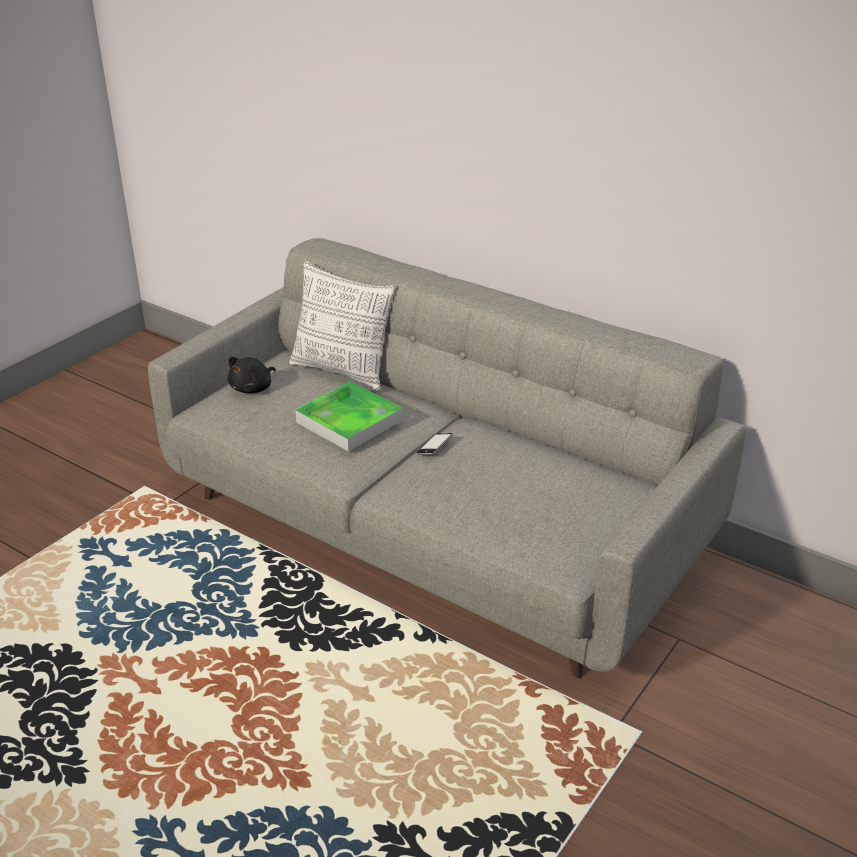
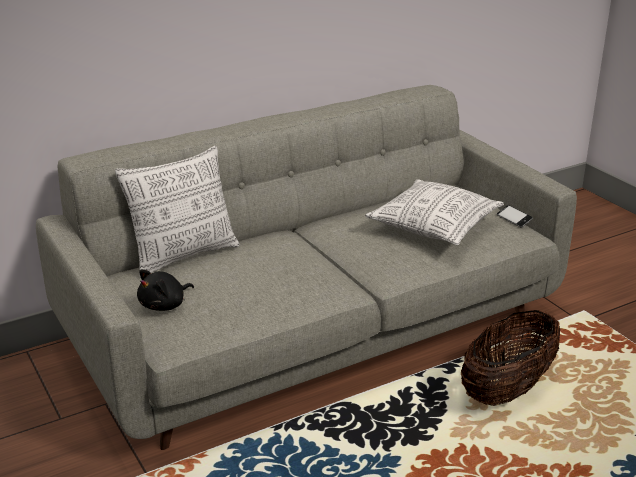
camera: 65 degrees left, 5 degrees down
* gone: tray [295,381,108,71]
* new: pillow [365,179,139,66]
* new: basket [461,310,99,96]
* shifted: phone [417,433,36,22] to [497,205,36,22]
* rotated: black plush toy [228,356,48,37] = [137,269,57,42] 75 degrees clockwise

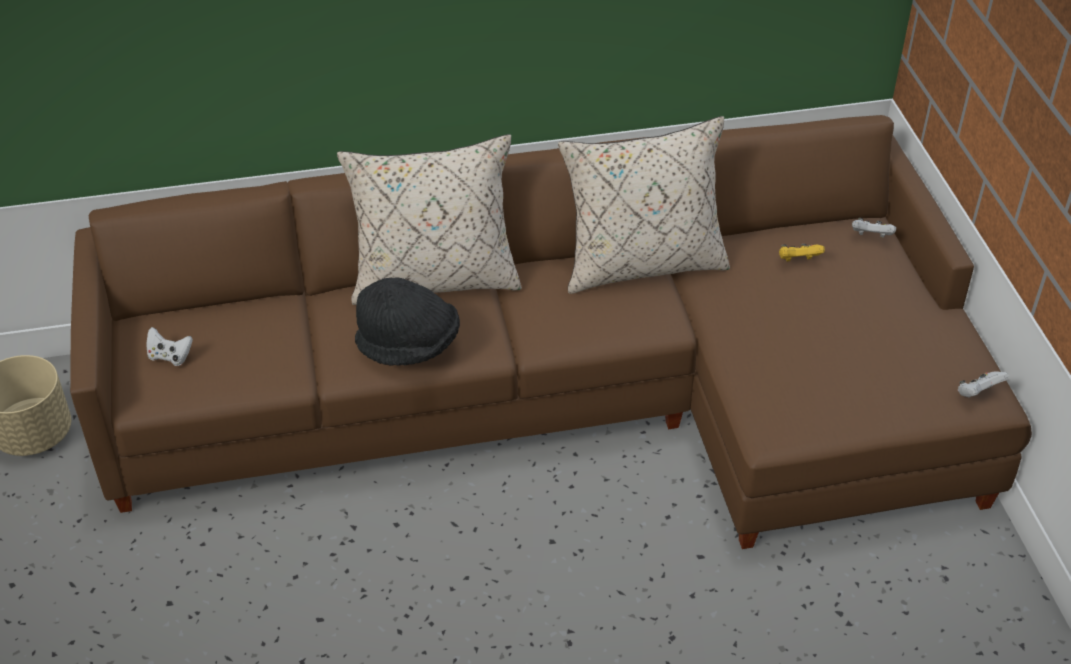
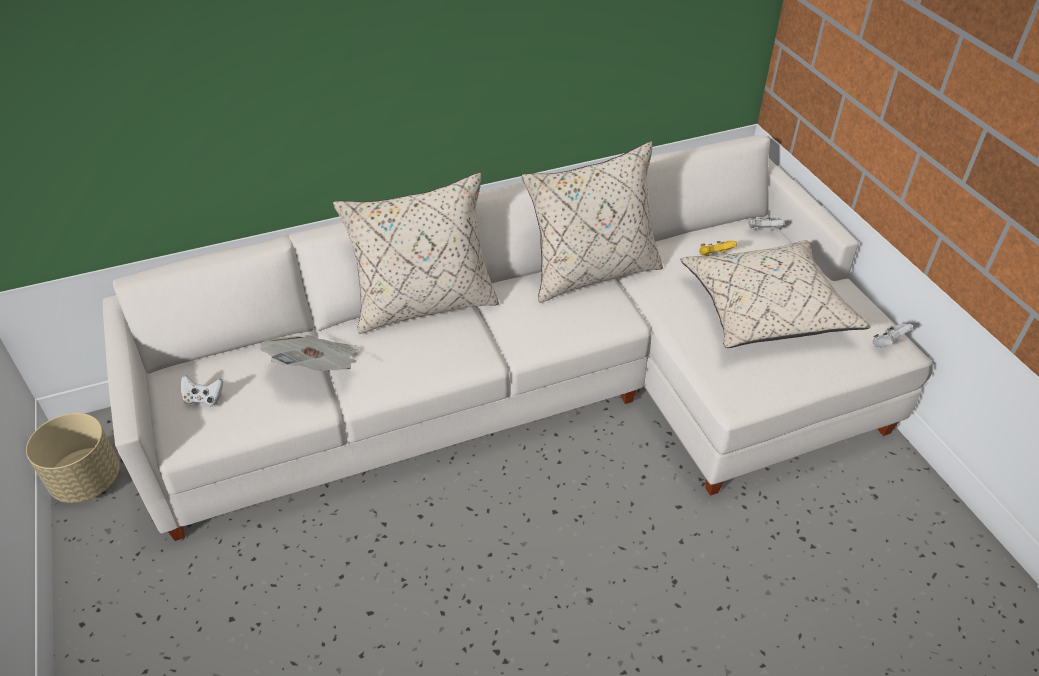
camera: 10 degrees left, 0 degrees up
* gone: black hat [355,277,105,89]
* new: newspaper [260,335,100,36]
* new: beige pillow [680,240,191,108]
* repainted: brown sofa [70,115,962,434] to white sofa [103,135,830,406]

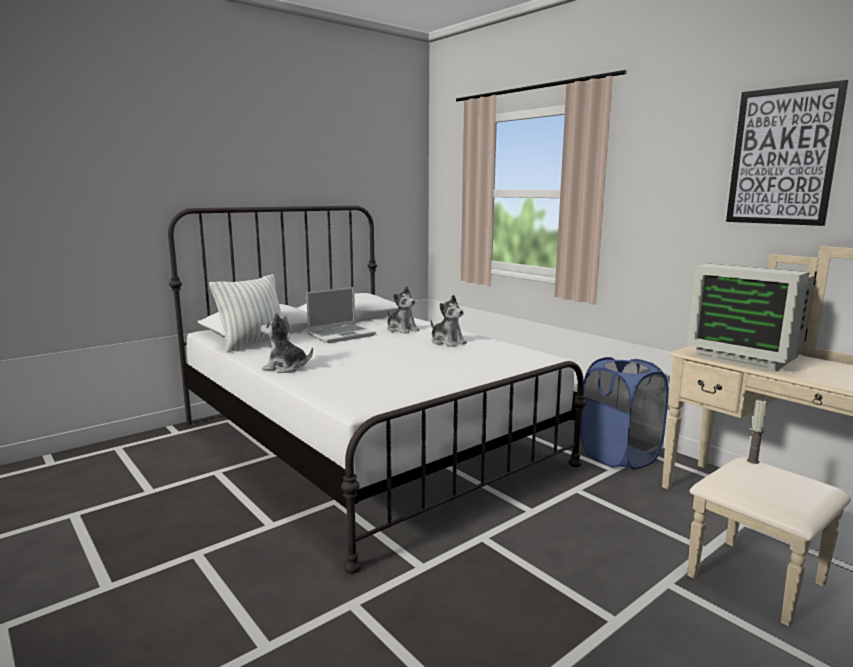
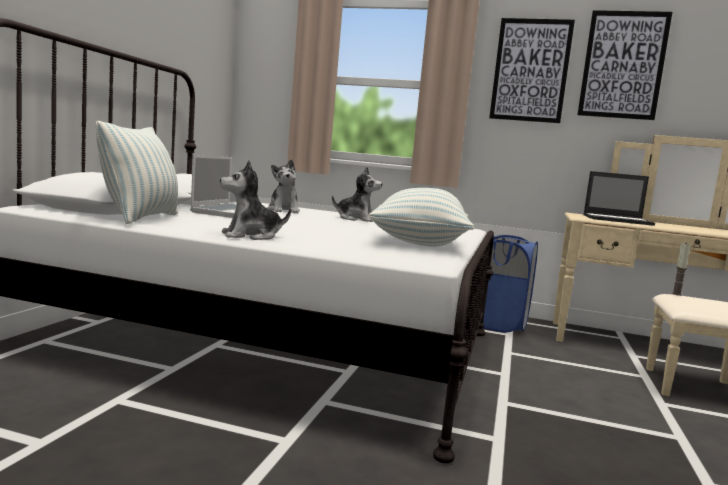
camera: 35 degrees left, 5 degrees down
* new: pillow [369,188,105,59]
* new: picture [489,18,86,105]
* swapped: monitor [687,264,128,108] to laptop [584,171,71,55]
* rotated: plush toy [387,286,32,48] = [268,159,32,54] 60 degrees clockwise

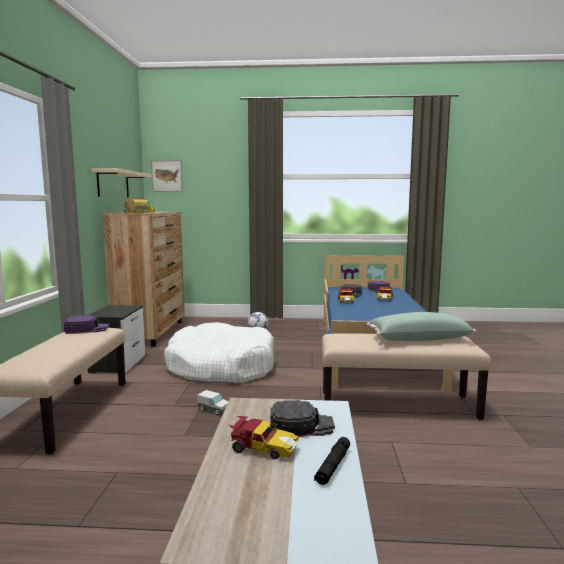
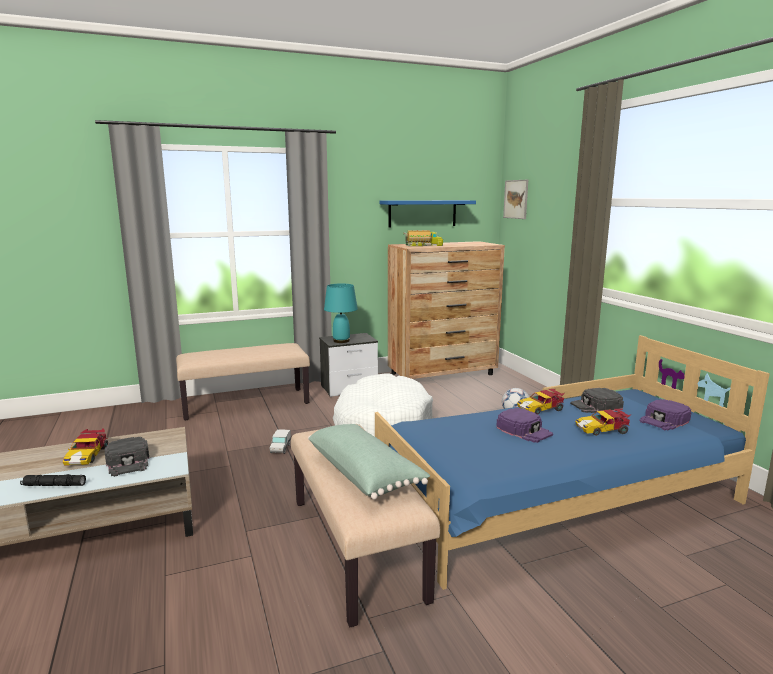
camera: 65 degrees right, 5 degrees up
* new: turquoise table lamp [324,284,34,59]
* shifted: purple cap [64,315,45,19] to [496,408,57,35]
* repainted: beige shelf [92,168,59,30] to blue shelf [379,200,97,28]

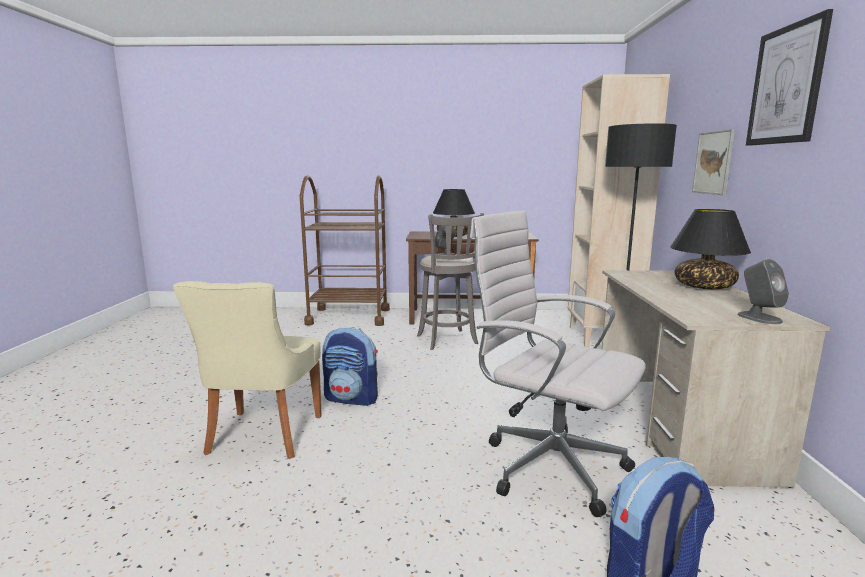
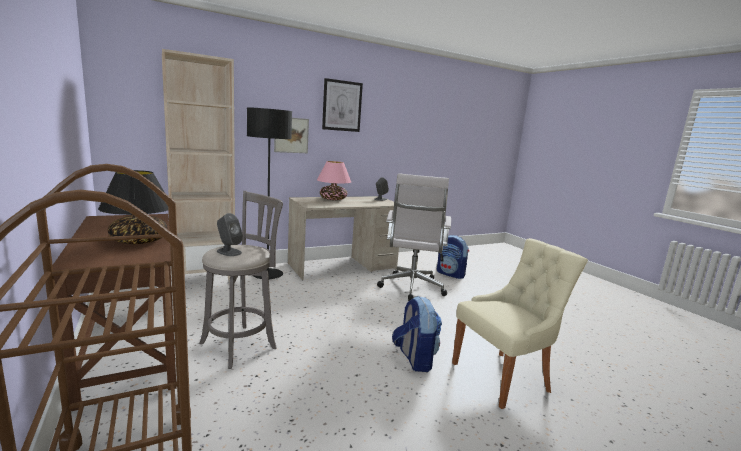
camera: 120 degrees left, 0 degrees up
* repainted: black table lamp [670,209,81,80] to pink table lamp [317,161,34,39]

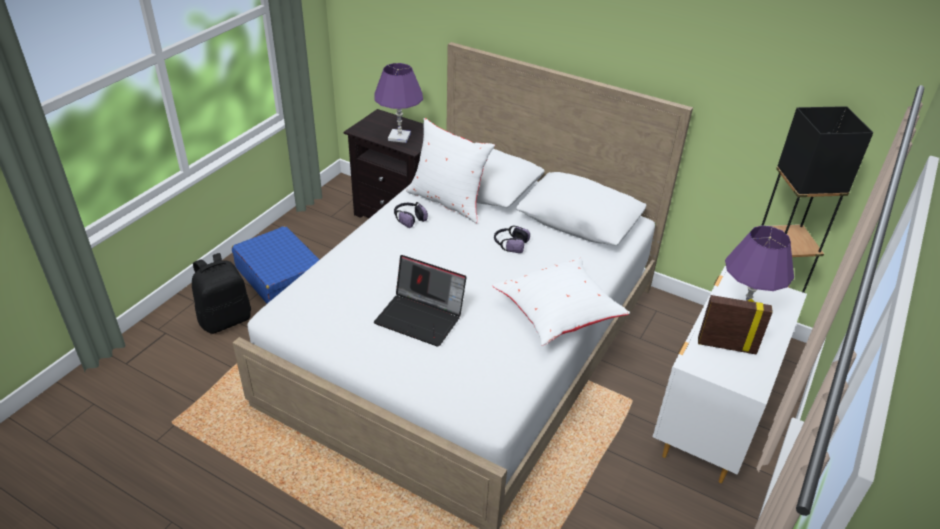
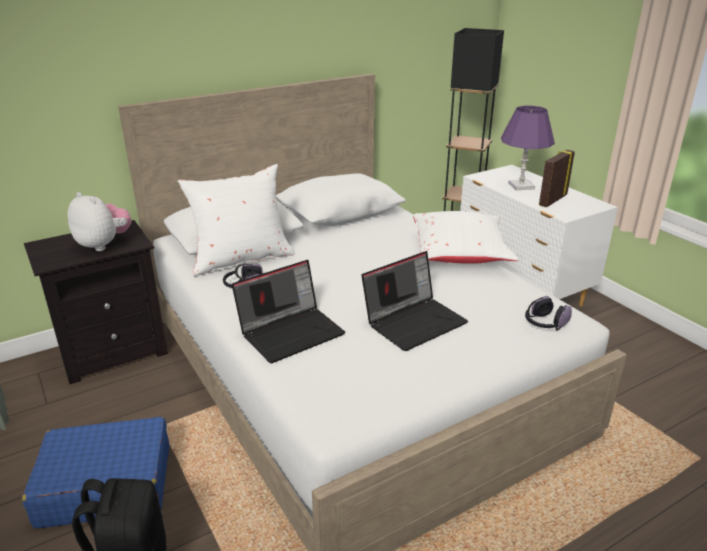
camera: 60 degrees left, 10 degrees down
* new: laptop [232,260,113,103]
* shifted: headphones [494,225,36,28] to [525,296,47,35]
* swapped: purple table lamp [374,63,49,80] to plush toy [67,192,64,59]

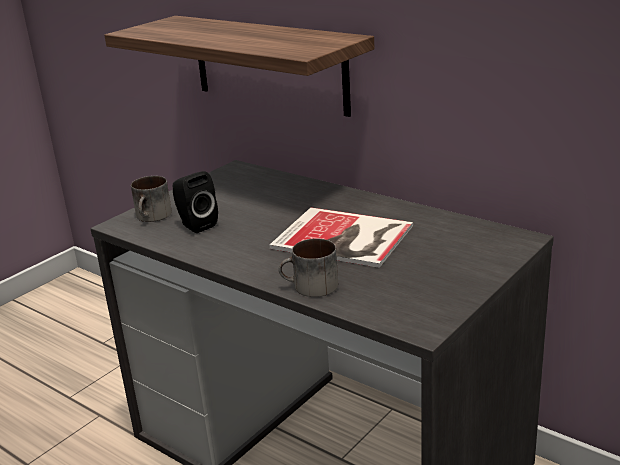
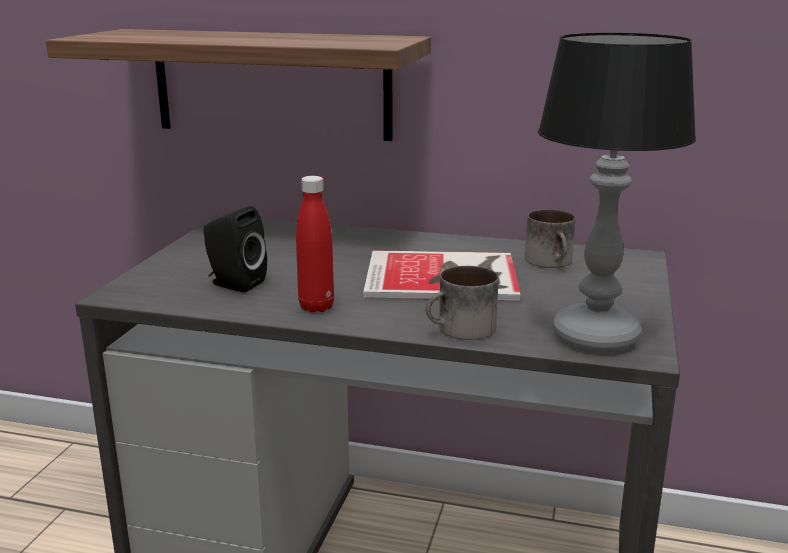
camera: 25 degrees left, 5 degrees down
* new: red bottle [296,176,38,137]
* new: table lamp [538,33,158,319]
* shifted: mug [131,176,41,46] to [525,209,51,59]

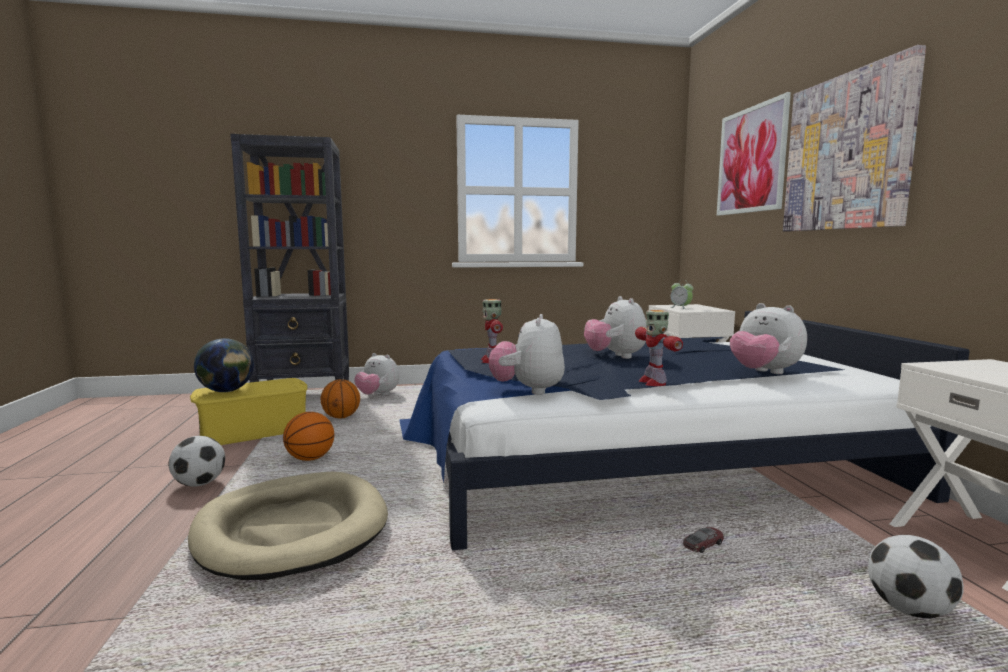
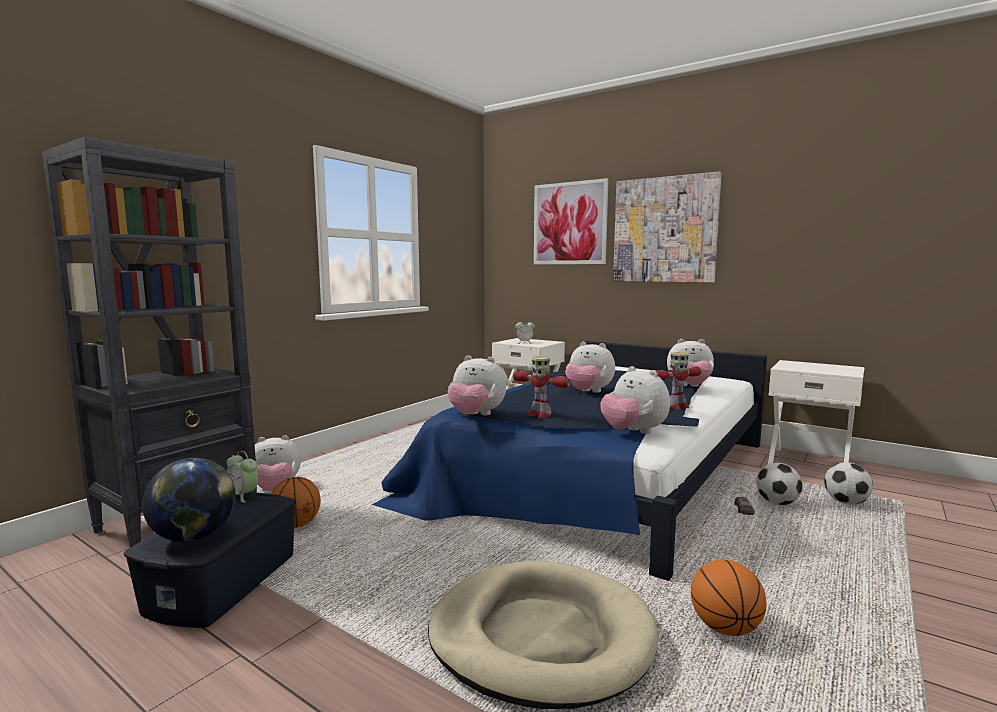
camera: 45 degrees left, 0 degrees up
* new: alarm clock [226,451,32,52]
* new: plush toy [447,355,59,60]
* shifted: football [169,436,56,51] to [756,463,47,42]
* shifted: basketball [283,412,51,49] to [691,560,76,76]
* repainted: yellow storage box [190,378,117,67] to blue storage box [124,492,172,136]
* rotated: toy robot [635,310,48,76] = [656,352,46,58] 60 degrees counterclockwise

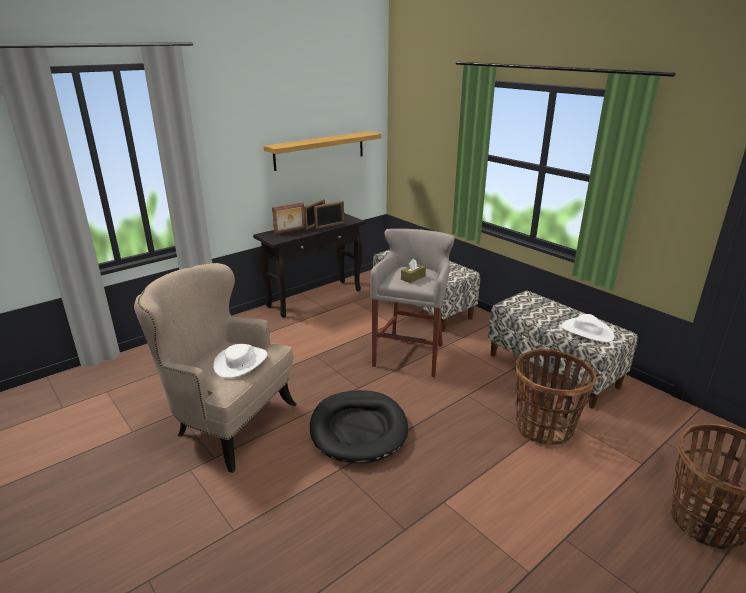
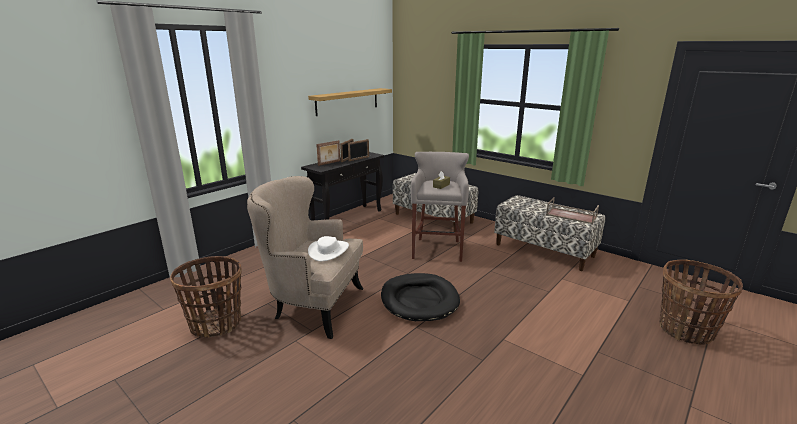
camera: 10 degrees left, 5 degrees down
* shifted: basket [515,349,81,96] to [170,256,72,81]
* swapped: white hat [561,314,53,28] to brown tray [546,197,53,27]

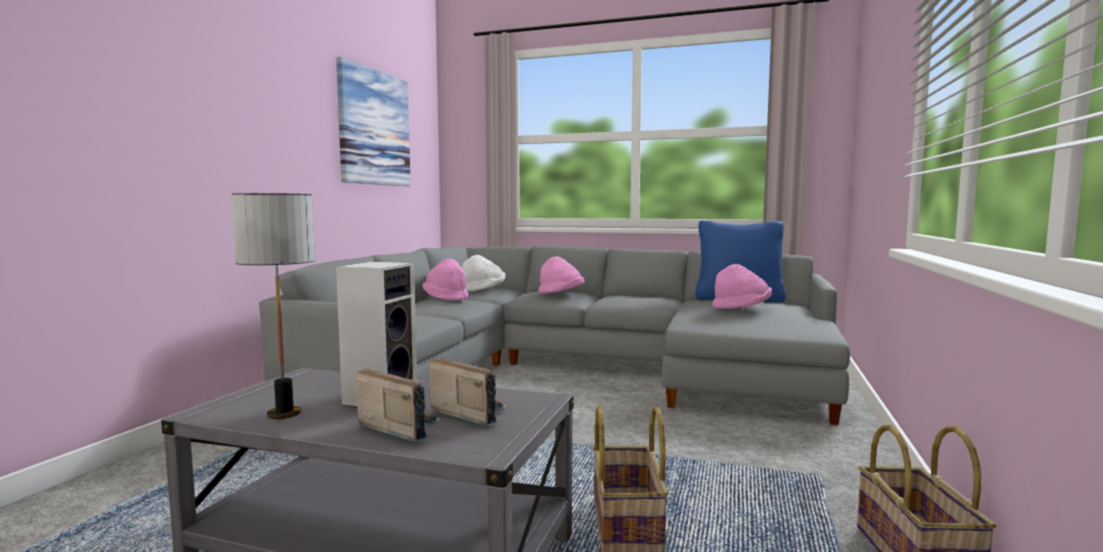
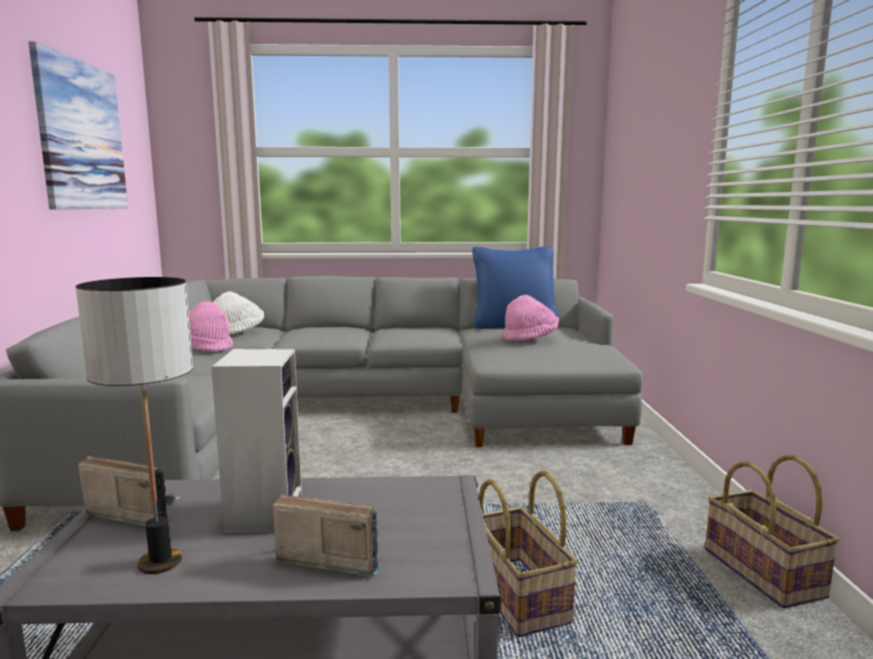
camera: 20 degrees left, 5 degrees up
* gone: pink hat [538,256,46,38]
* shifted: radio [429,357,80,69] to [78,456,103,70]

